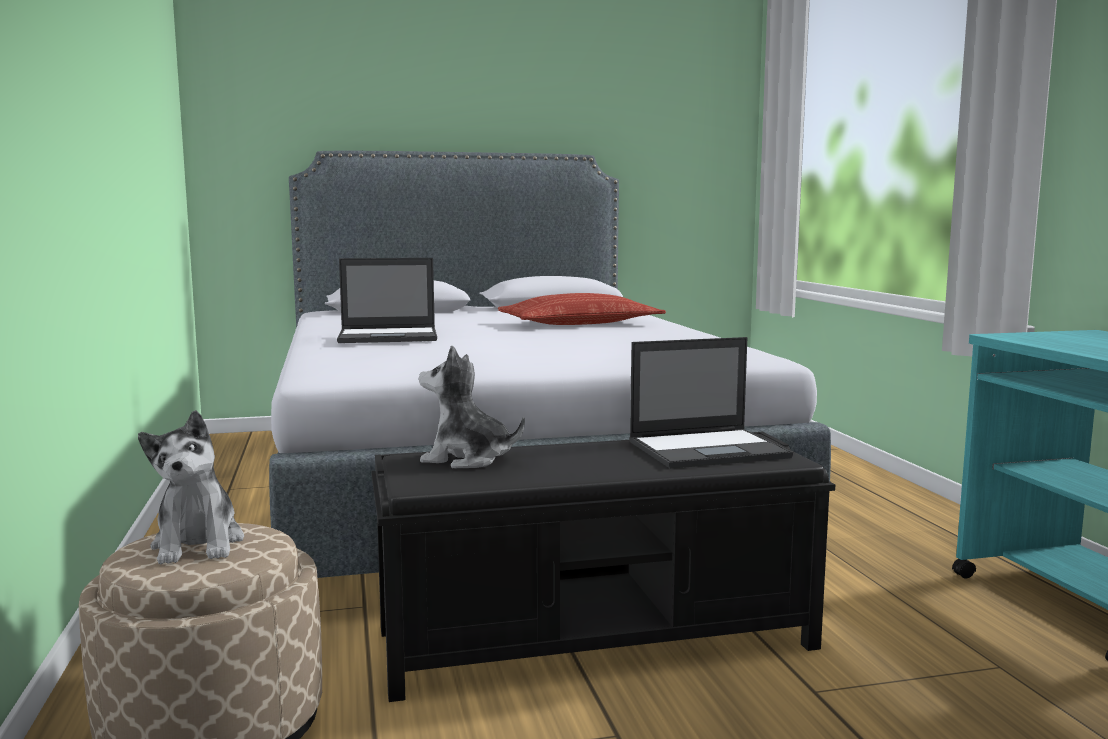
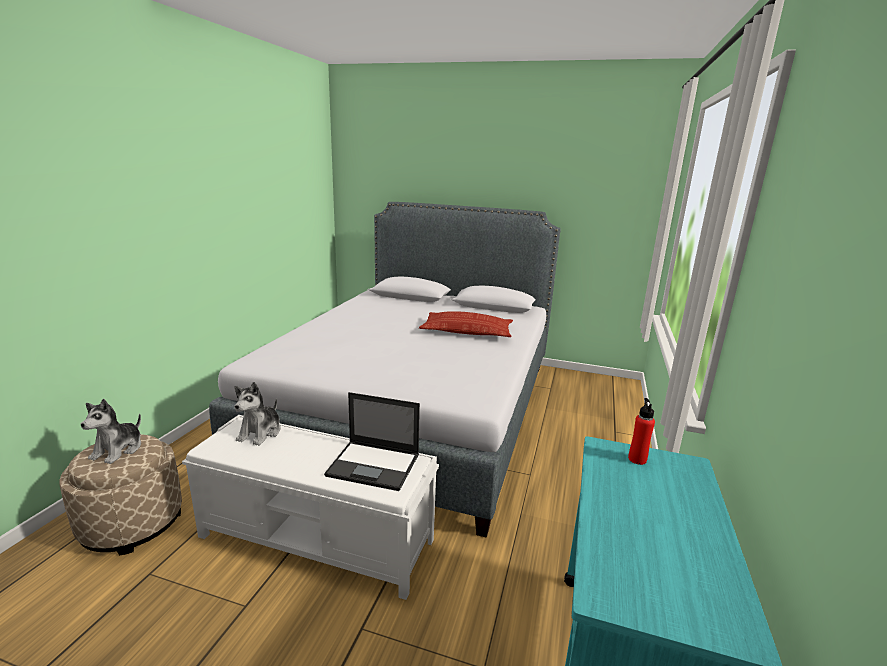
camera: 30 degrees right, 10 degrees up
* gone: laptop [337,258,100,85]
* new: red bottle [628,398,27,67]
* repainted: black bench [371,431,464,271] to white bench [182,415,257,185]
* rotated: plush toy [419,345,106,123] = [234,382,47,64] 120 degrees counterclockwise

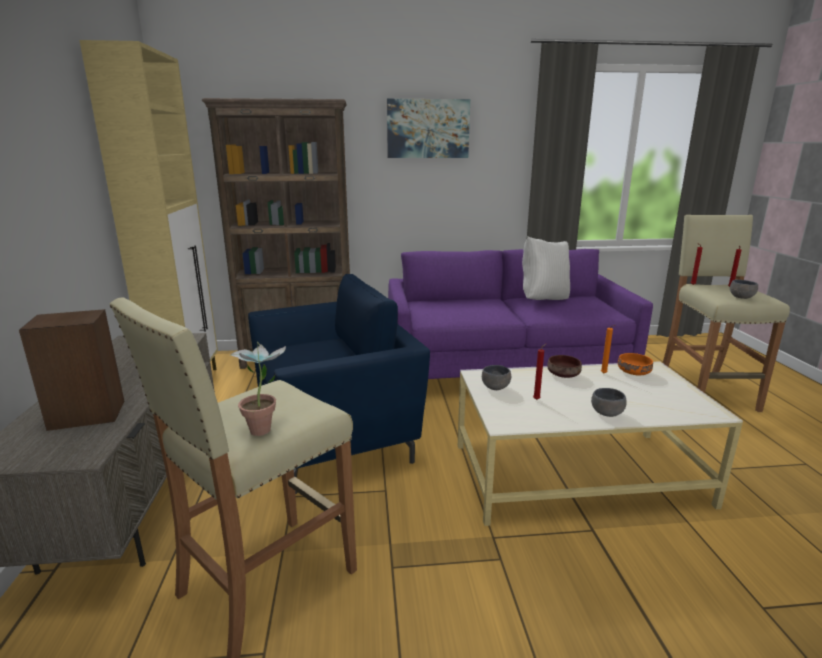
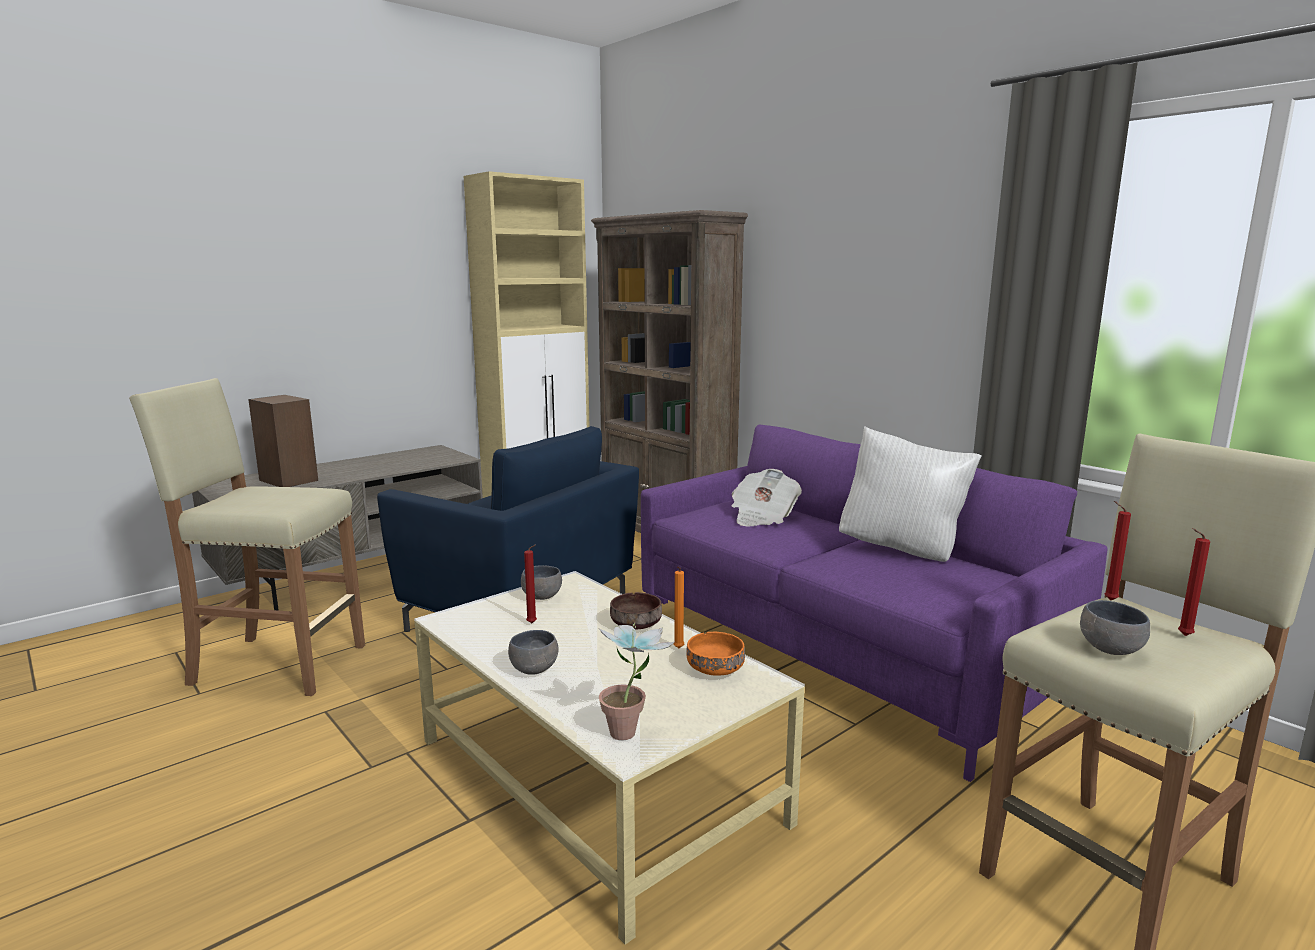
camera: 55 degrees right, 5 degrees down
* gone: picture [387,99,83,59]
* new: newspaper [731,469,71,58]
* shifted: potted plant [231,342,55,94] to [599,623,76,117]

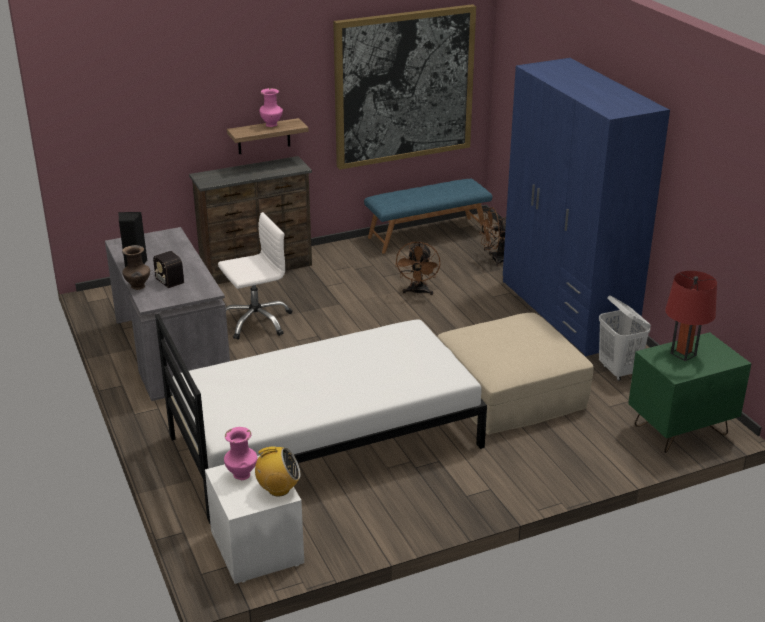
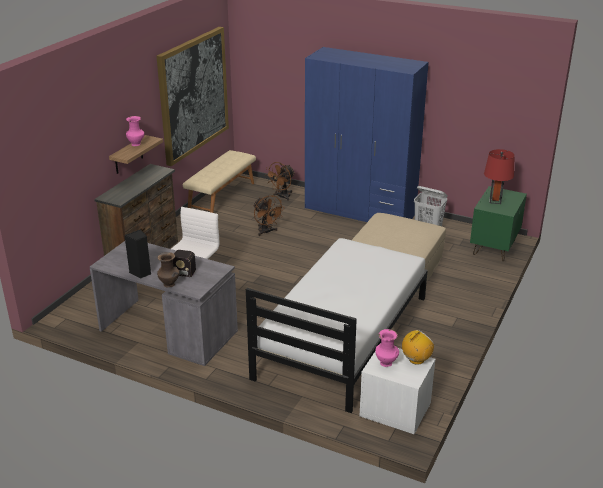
camera: 40 degrees left, 0 degrees up
* repainted: blue bench [364,179,128,75] to beige bench [183,150,73,63]

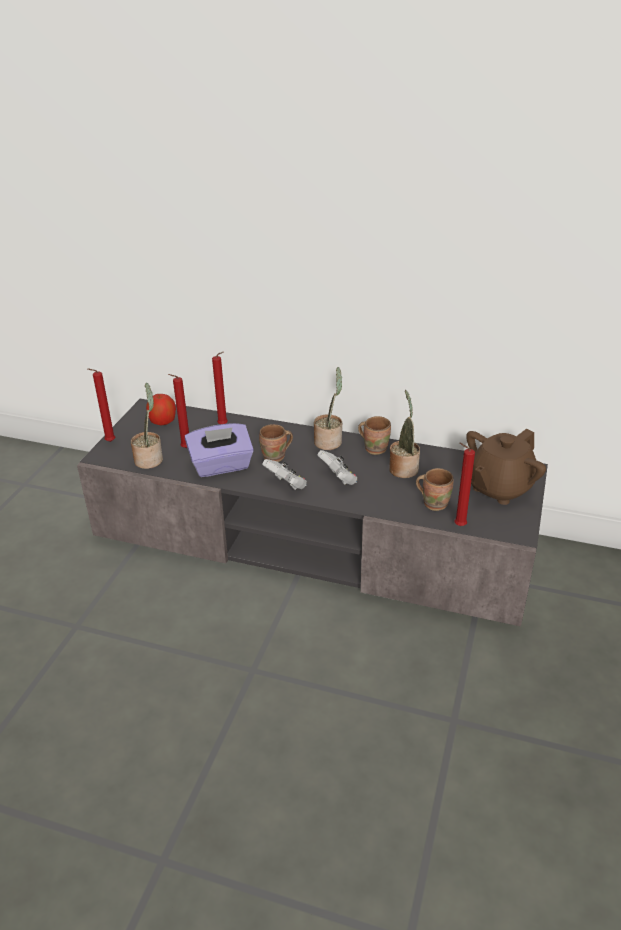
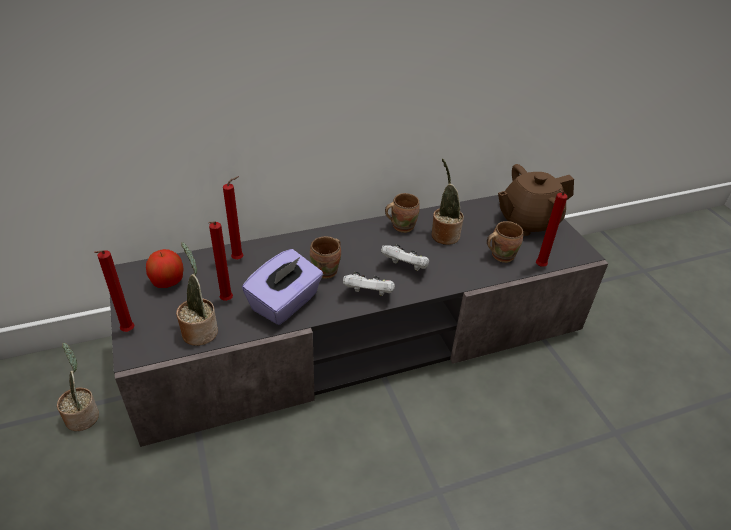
camera: 40 degrees left, 5 degrees up
* shifted: potted plant [314,367,29,83] to [57,343,42,88]
* rotated: brown teapot [466,429,80,76] = [498,164,76,72] 60 degrees clockwise

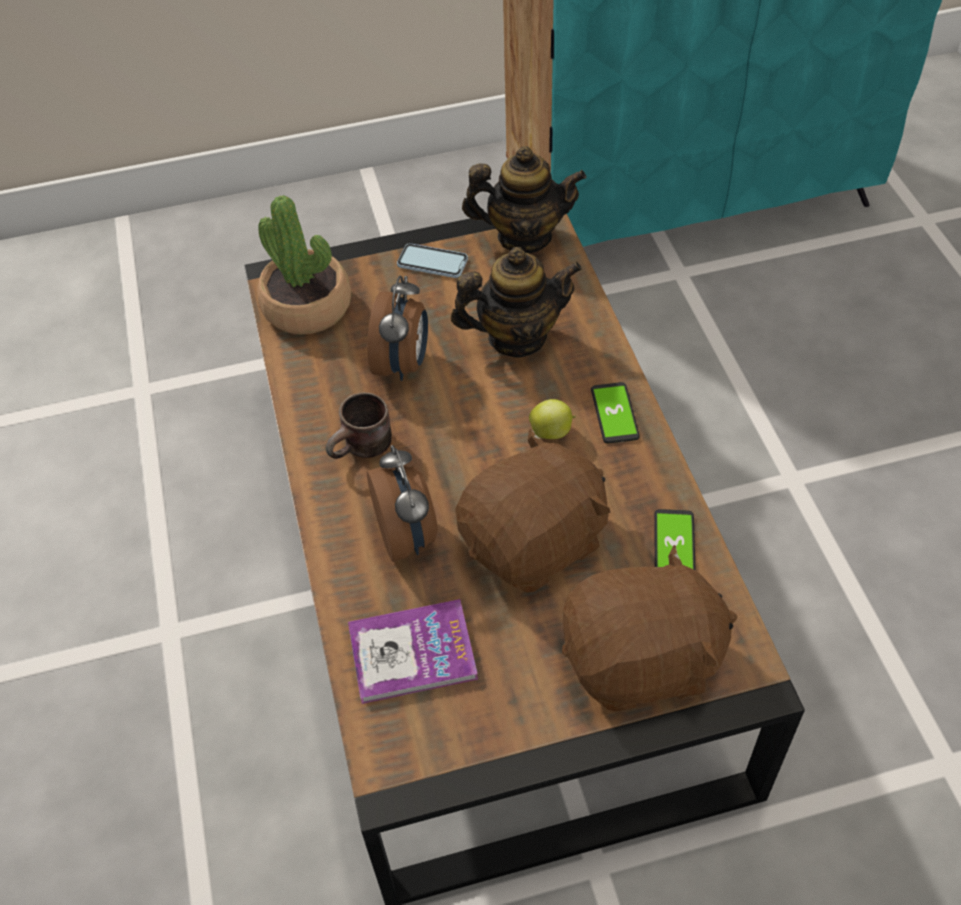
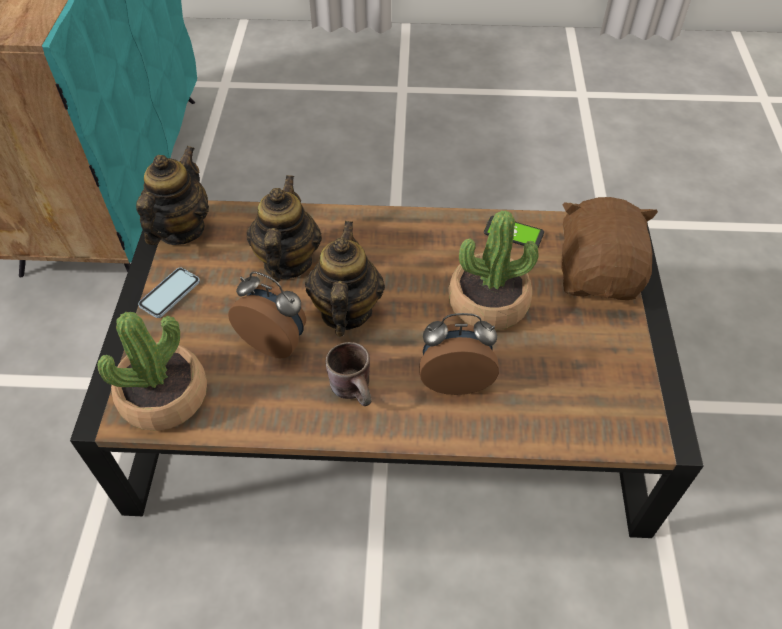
camera: 75 degrees left, 0 degrees up
* gone: book [348,599,130,105]
* gone: apple [529,399,47,40]
* gone: phone [591,382,49,61]
* new: teapot [305,221,80,115]
* swapped: brown plush toy [455,429,156,164] to potted plant [448,210,91,121]

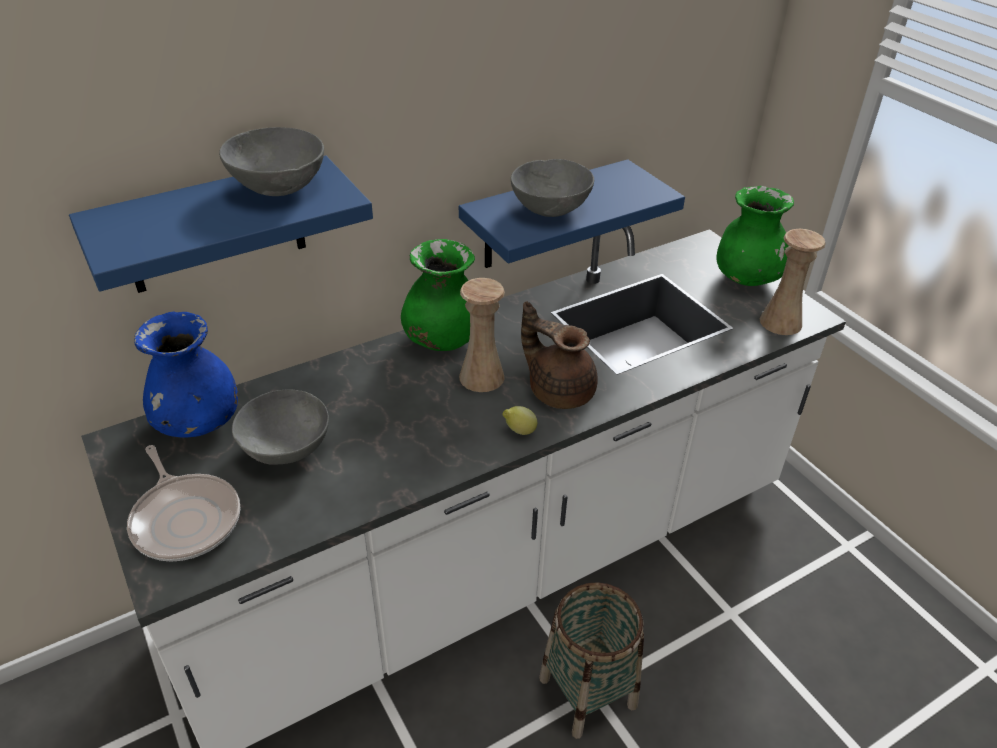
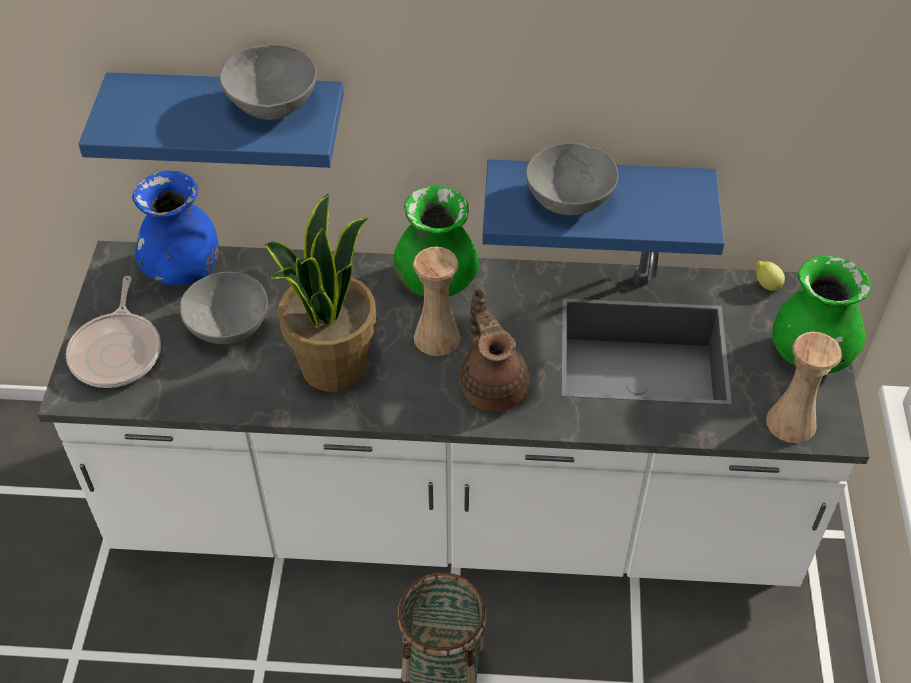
camera: 35 degrees right, 10 degrees up
* new: potted plant [265,193,111,199]
* shifted: lemon [503,406,34,29] to [755,261,30,30]

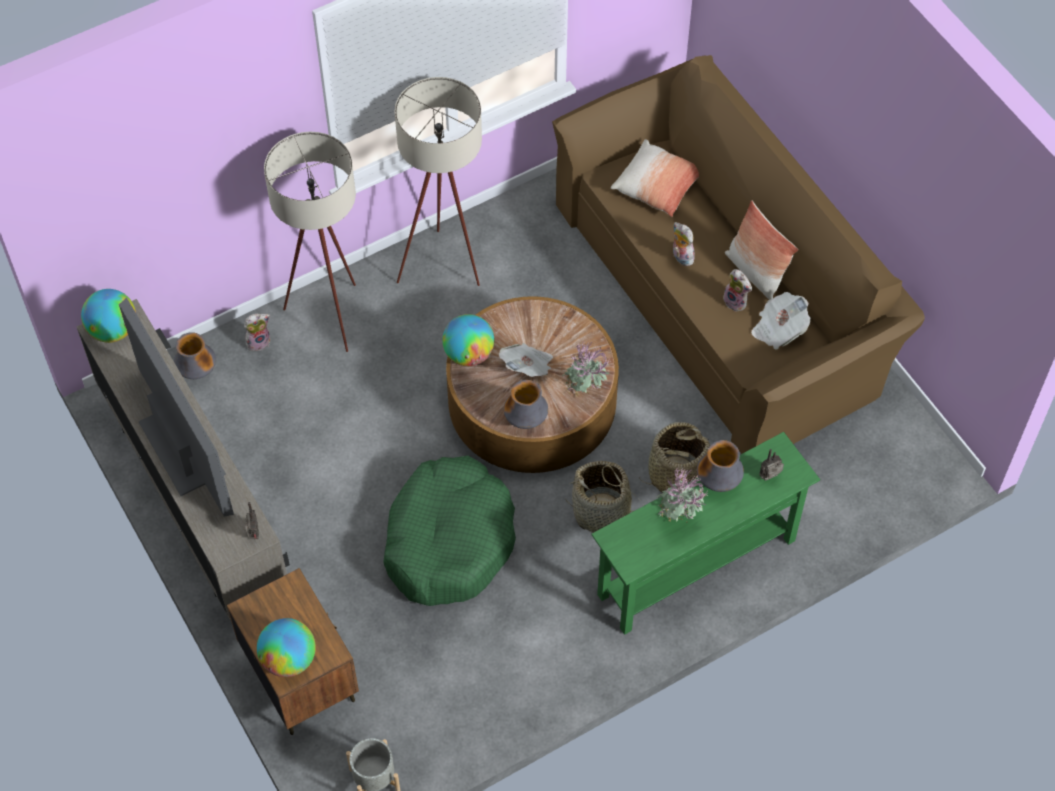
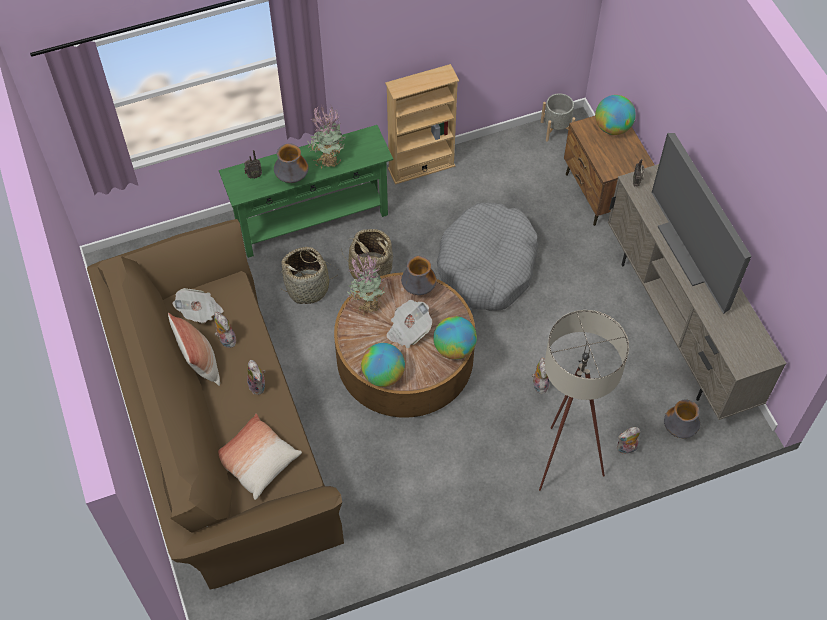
camera: 170 degrees left, 0 degrees up
* gone: beige floor lamp [394,77,88,209]
* new: beige bookcase [385,64,74,121]
* new: plush toy [532,357,17,37]
* shifted: globe [81,289,55,54] to [361,343,44,44]
* repainted: green dog bed [383,456,133,150] to grey dog bed [437,202,101,109]

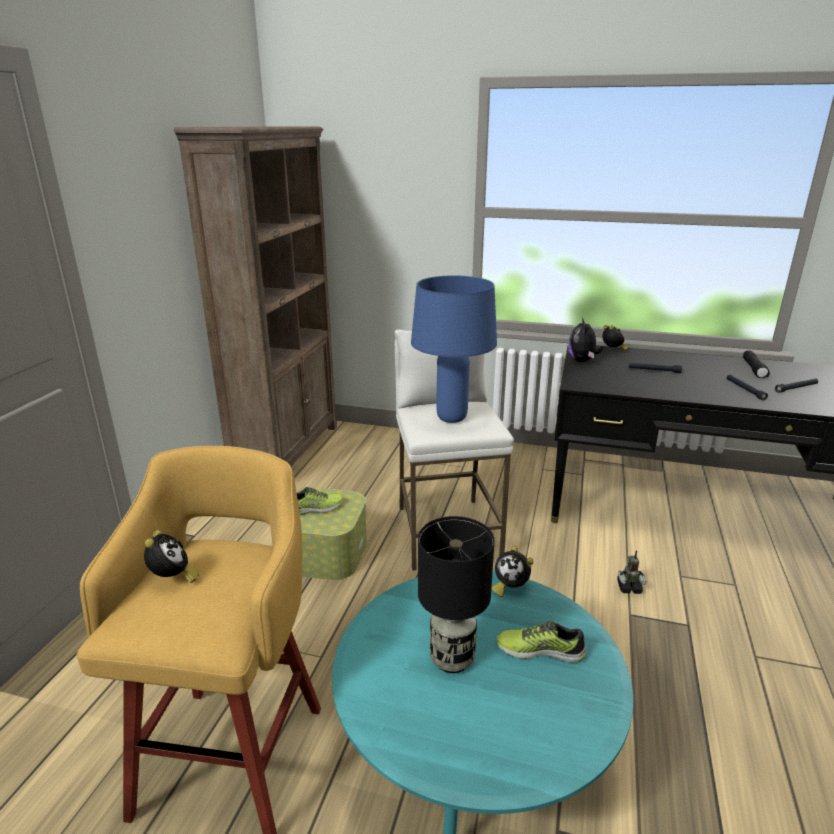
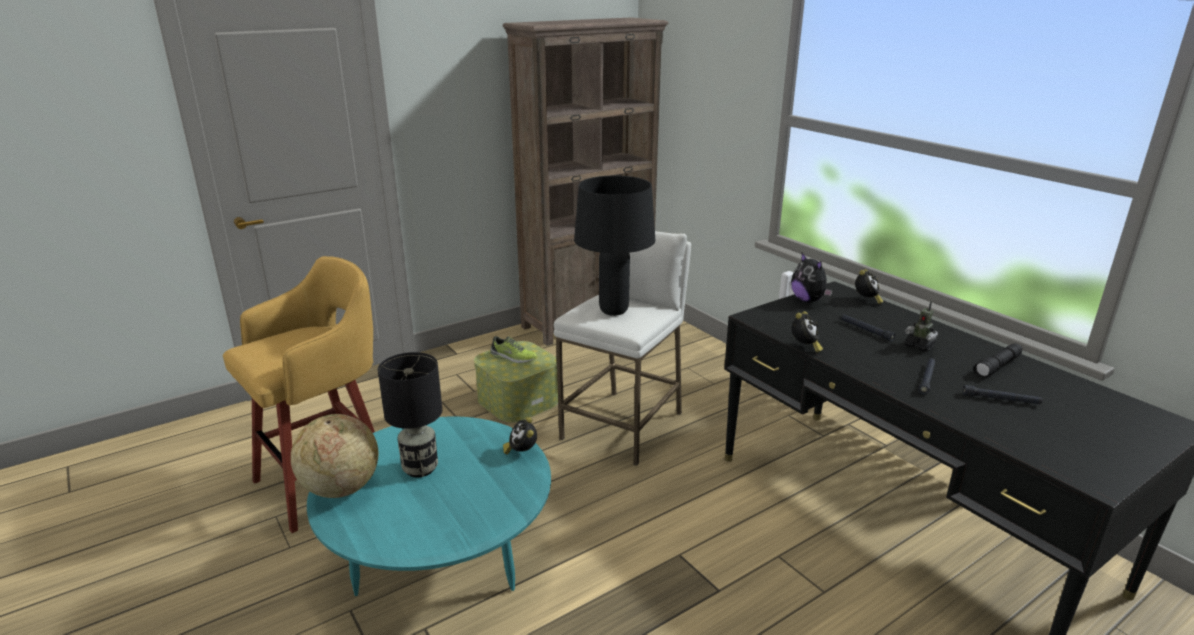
camera: 40 degrees right, 0 degrees up
* gone: shoe [497,621,89,42]
* new: globe [291,414,88,84]
* shifted: alarm clock [144,530,55,53] to [792,311,31,41]
* shifted: toy robot [617,550,29,44] to [905,301,33,51]
* repainted: blue table lamp [411,275,86,148] to black table lamp [574,176,81,140]
* rotated: plush toy [568,317,35,45] = [791,253,42,49] 75 degrees counterclockwise

